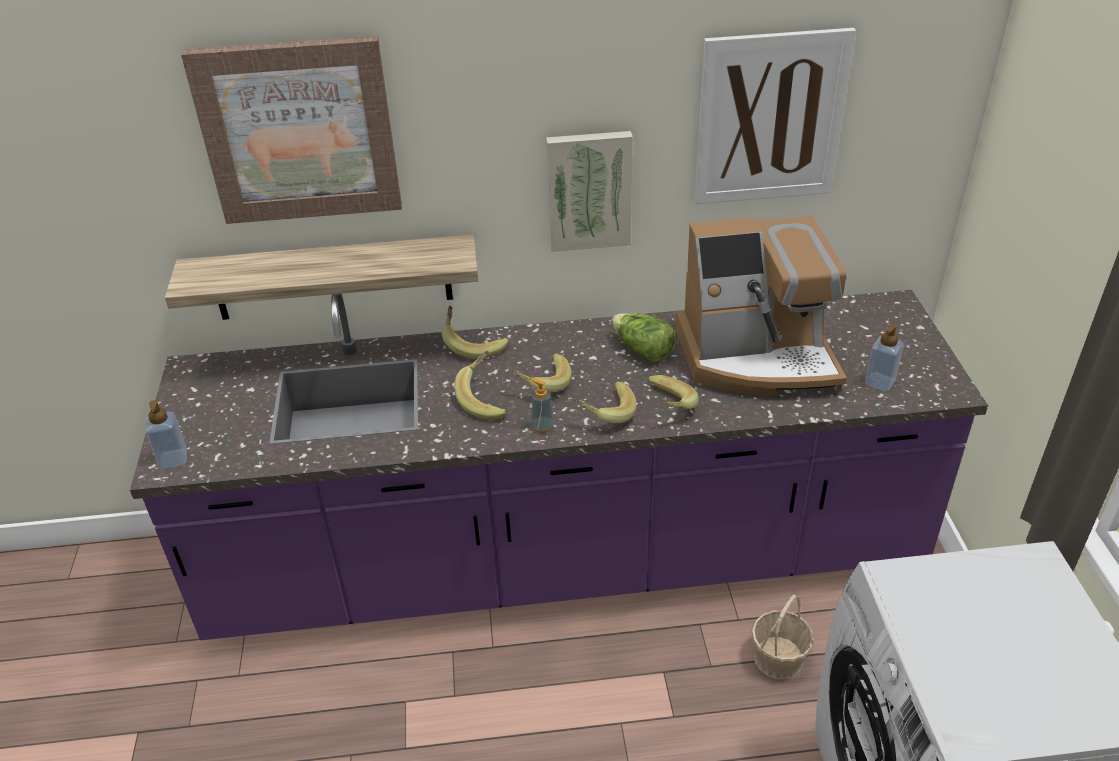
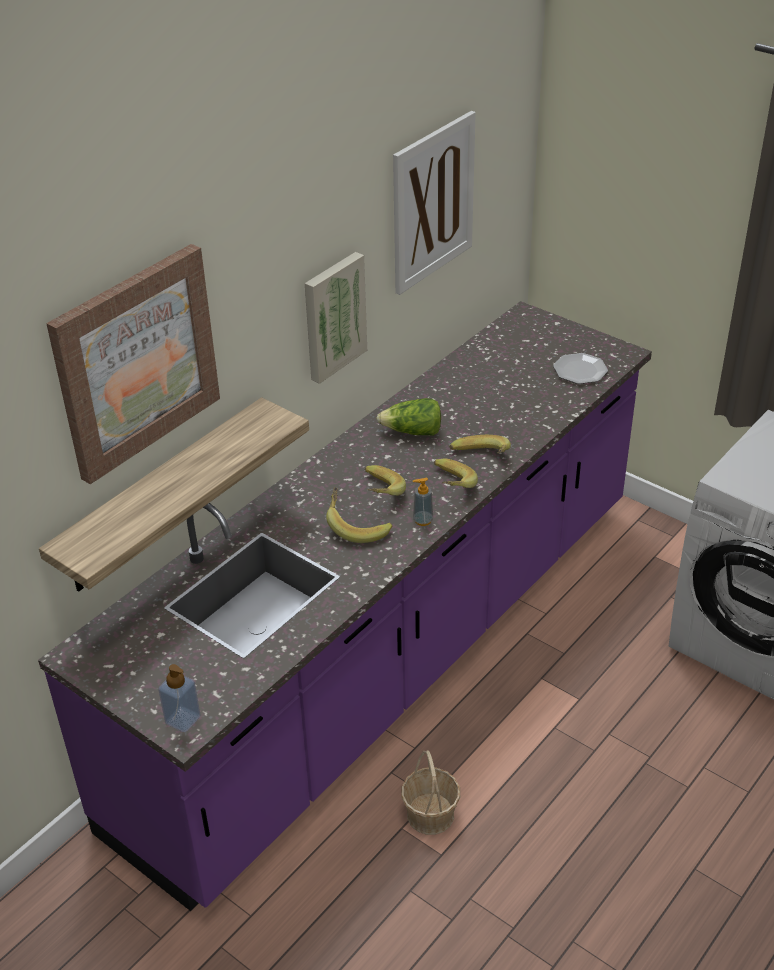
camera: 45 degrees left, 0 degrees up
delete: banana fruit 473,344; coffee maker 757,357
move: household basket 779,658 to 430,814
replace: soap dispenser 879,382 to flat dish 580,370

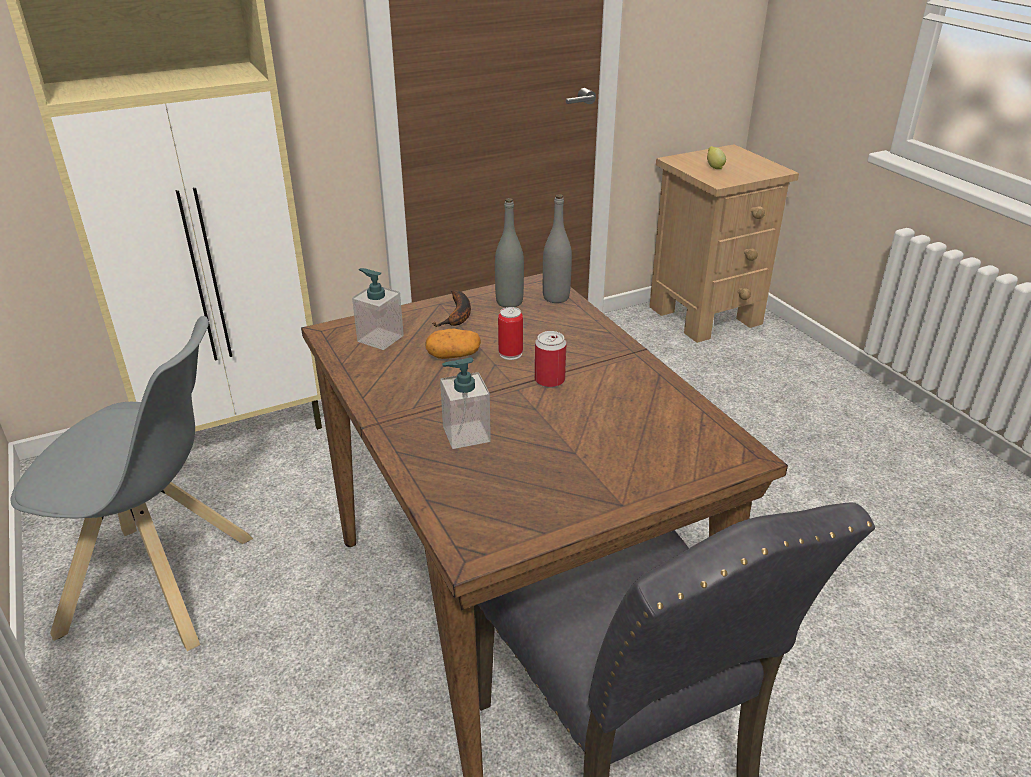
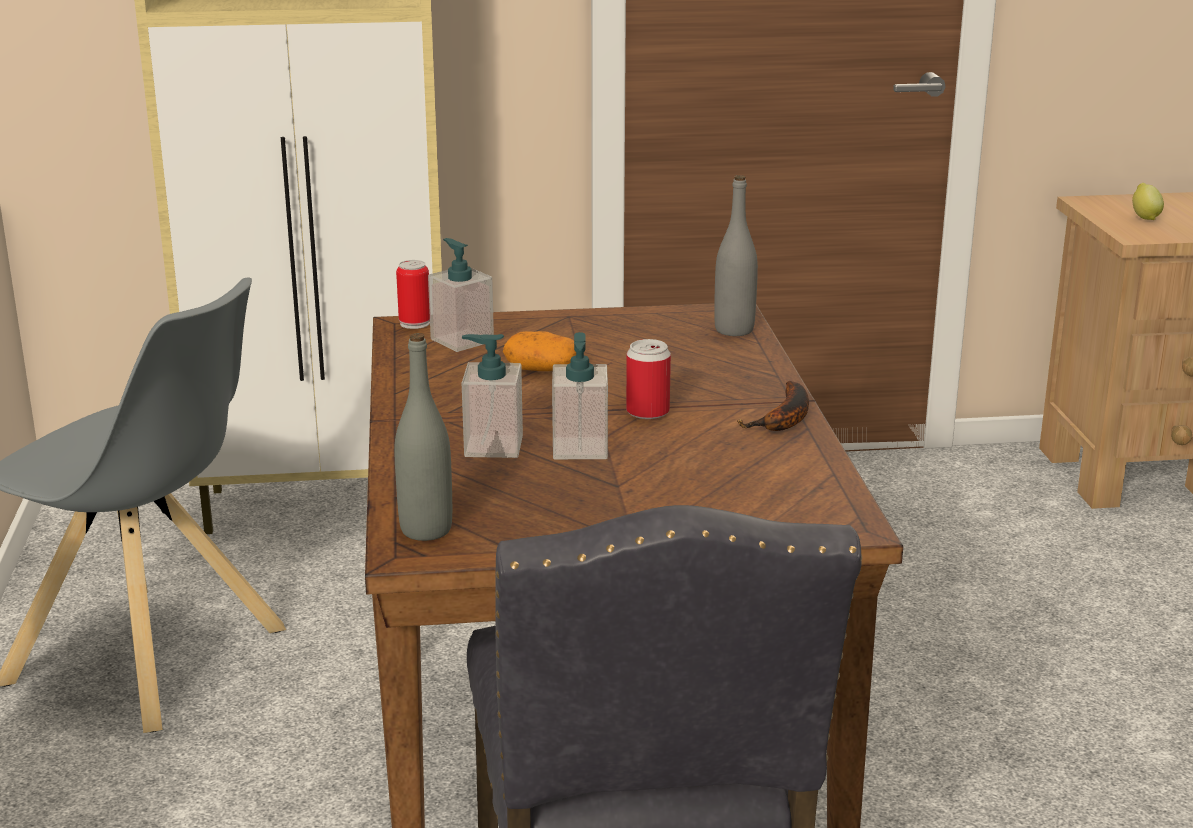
camera: 20 degrees right, 10 degrees down
insert: soap dispenser 580,448
move: greyish bottle 509,302 to 426,530; sealed can 510,353 to 415,323; banana fruit 458,316 to 785,419

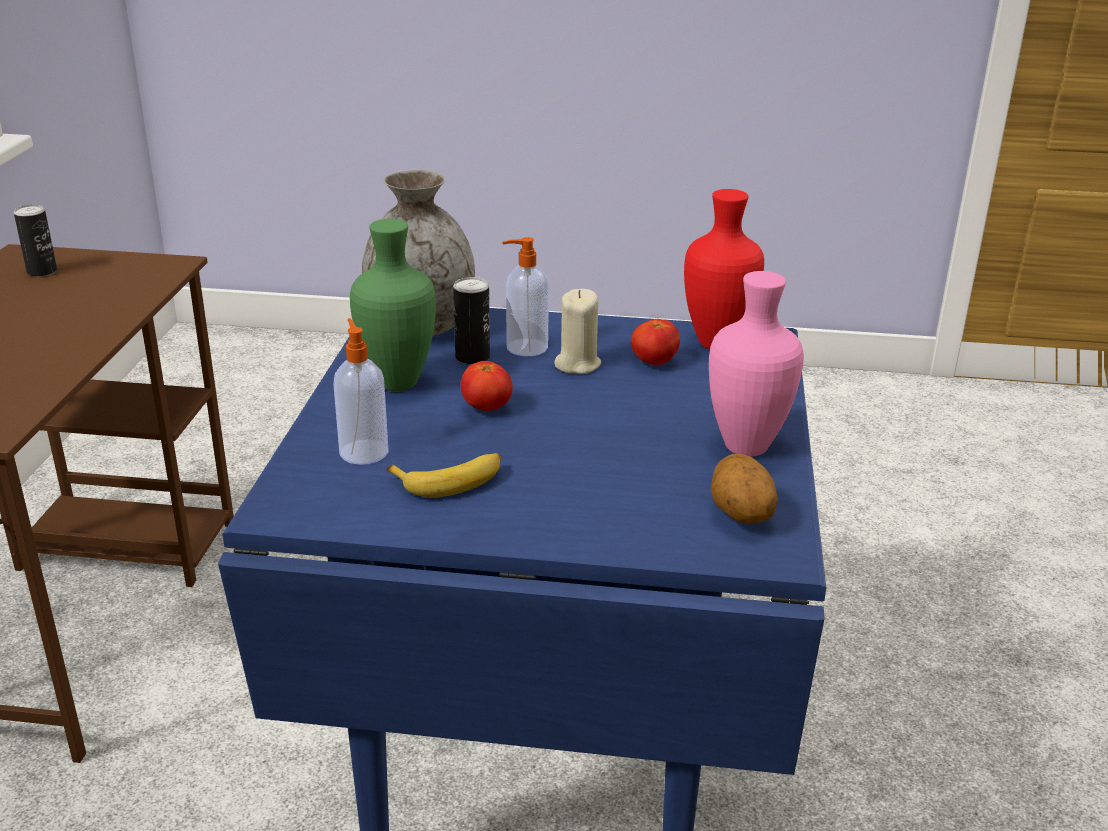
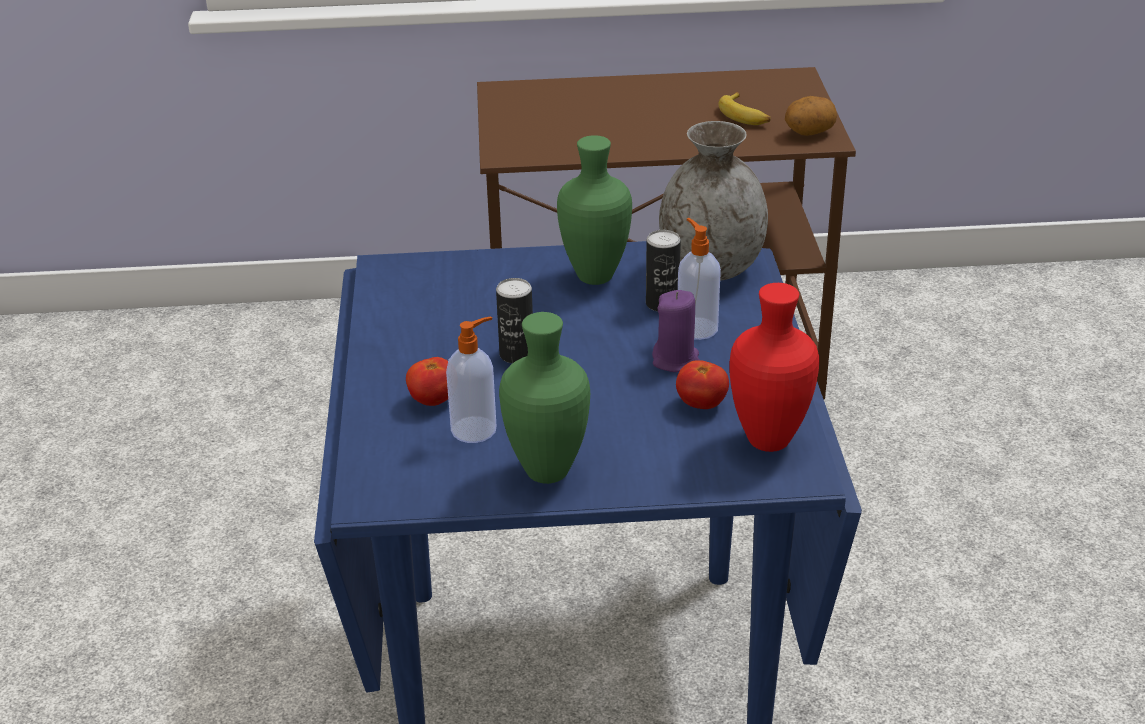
camera: 80 degrees right, 5 degrees up
move: tomato 486,408 to 433,401; soap dispenser 363,451 to 475,429; sealed can 42,271 to 516,354; banana fruit 450,480 to 745,116; spud 740,516 to 809,133
recolor: pink-coloured vase 745,445 to green vase 550,471; beige candle 577,364 to purple-coloured candle 676,360

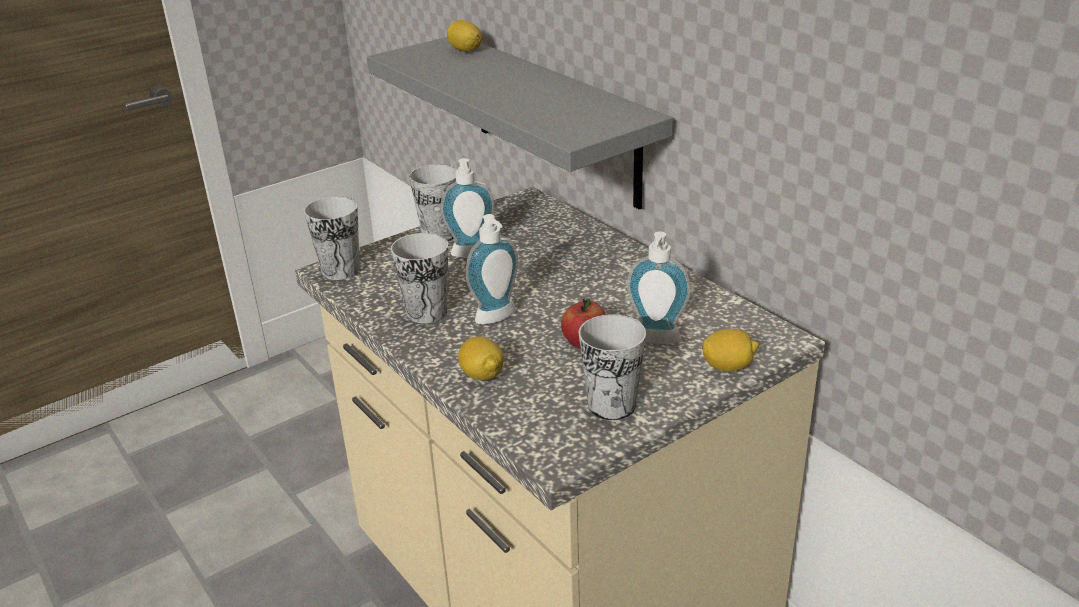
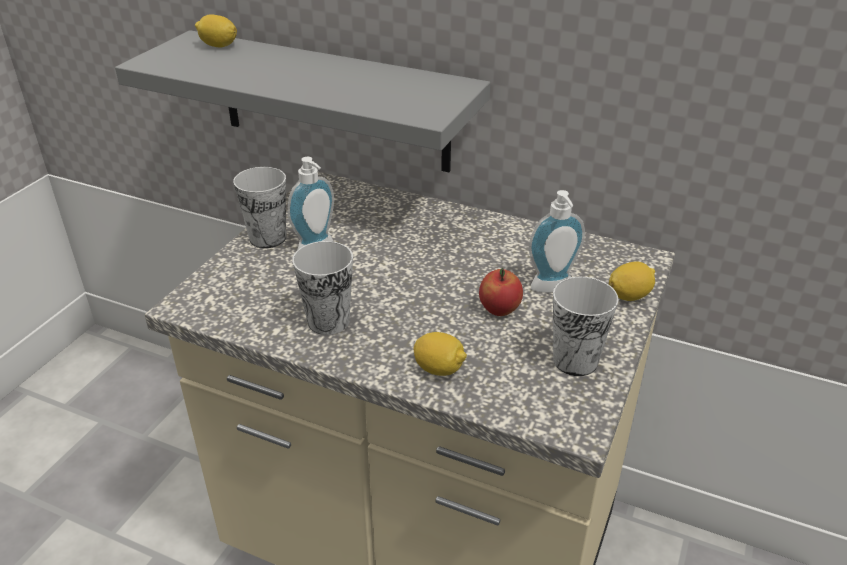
camera: 30 degrees left, 5 degrees up
delete: cup 340,270; soap dispenser 498,318

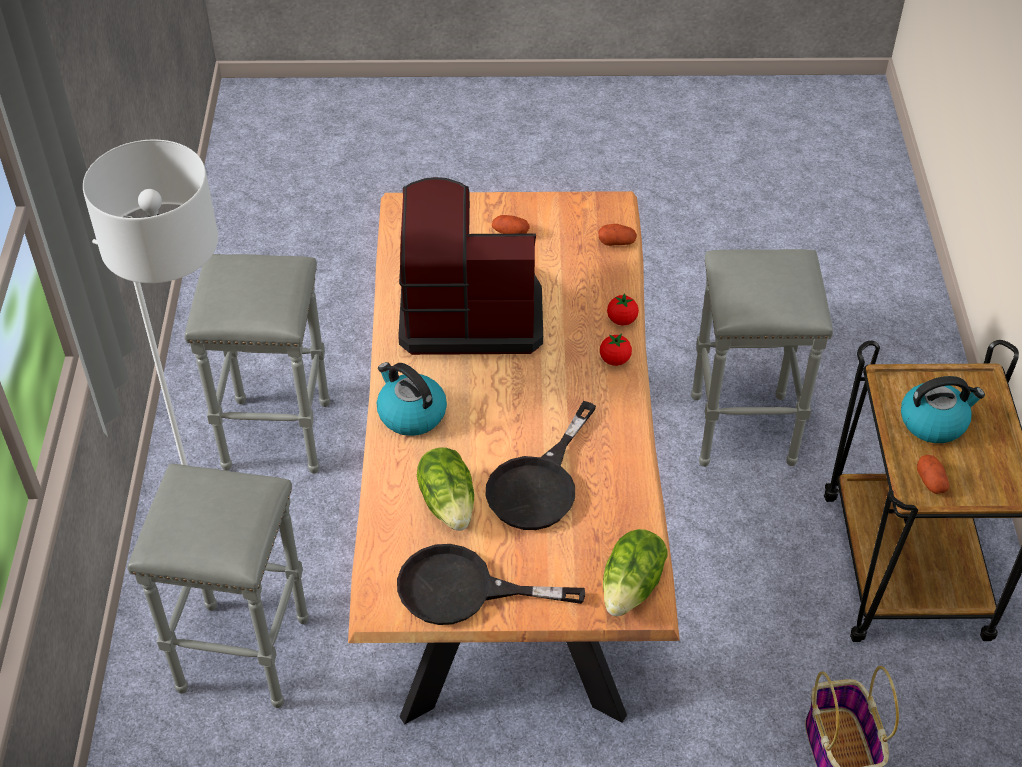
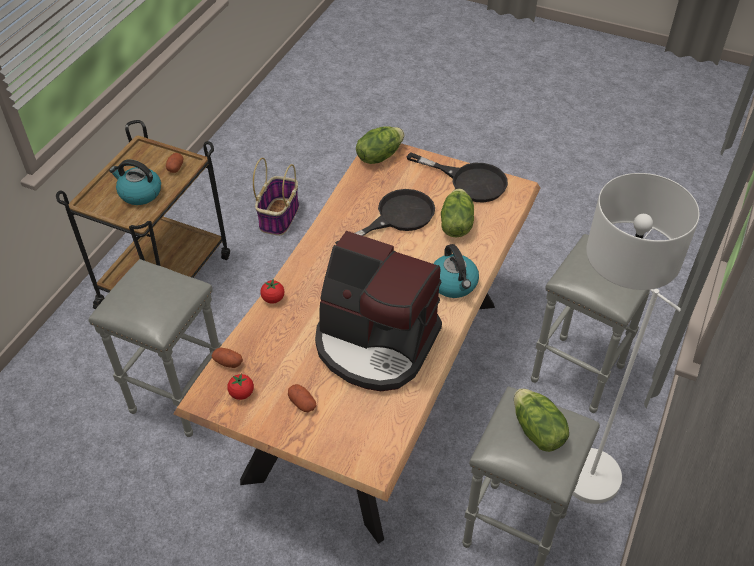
camera: 155 degrees left, 0 degrees up
insert: head of lettuce 536,431
move: tomato 614,360 to 241,393

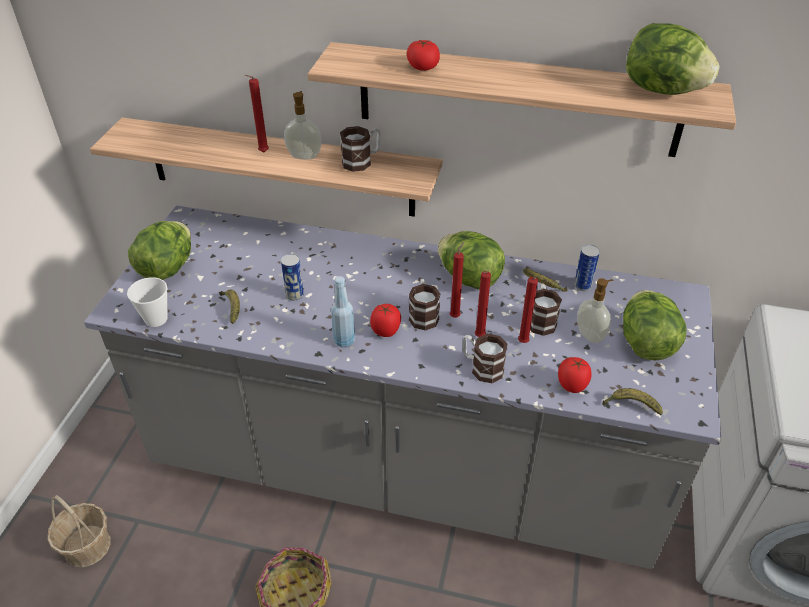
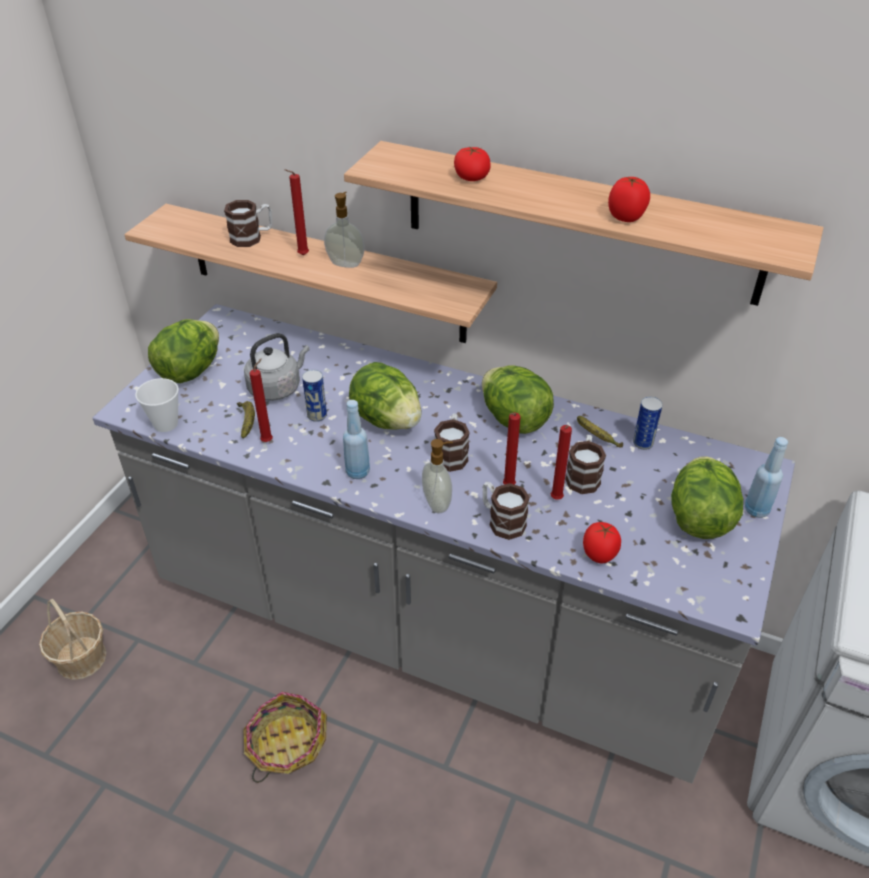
camera: 10 degrees right, 0 degrees up
delete: banana fruit 631,406
insert: greyish water kettle 277,388; blue-coloured bottle 756,510
move: coffee mug 362,161 to 252,237; red-coloured candle 455,316 to 268,440; head of lettuce 662,90 to 386,420; soap dispenser 590,335 to 438,503; tomato 386,331 to 626,217

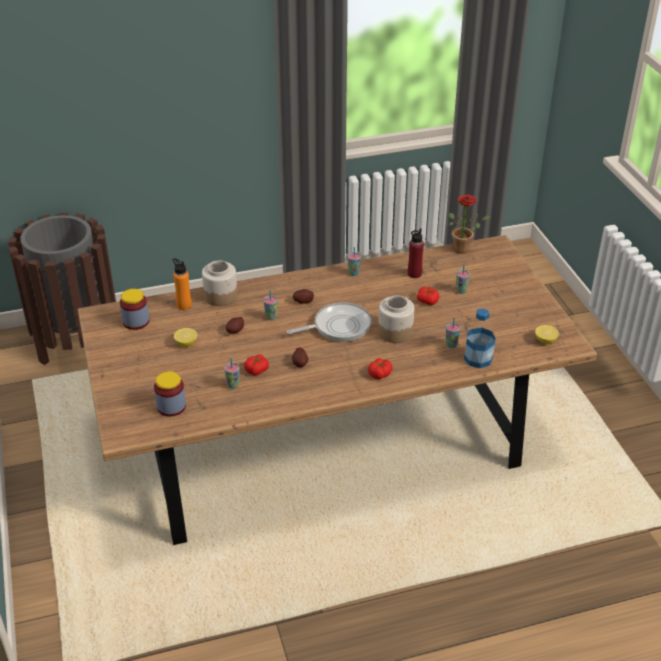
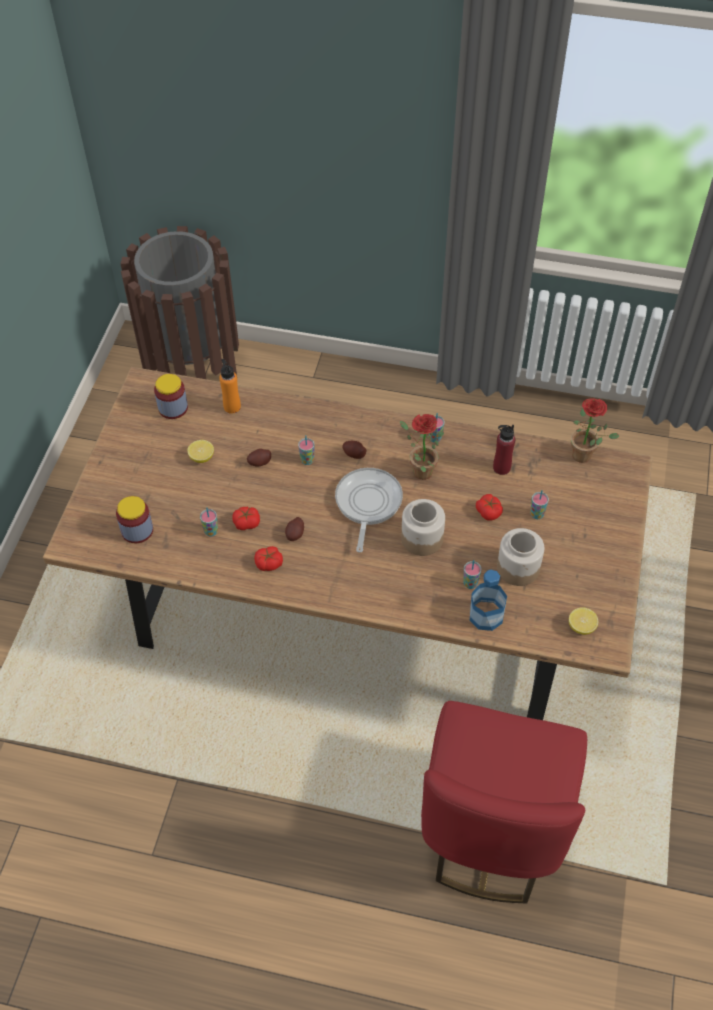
camera: 30 degrees right, 15 degrees up
insert: plant in a pot 418,471; red-coloured plain chair 491,828
move: tomato 380,374 to 269,563; preserve jar 221,296 to 518,568
rotate: pan 338,326 = 367,504 90 degrees counterclockwise

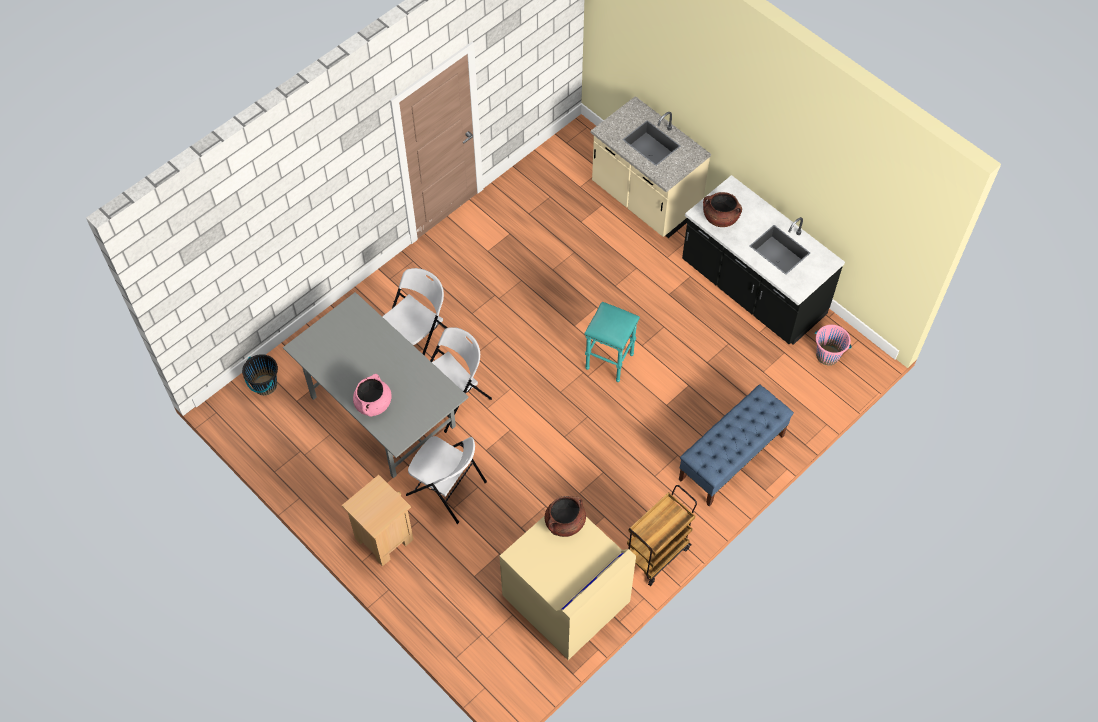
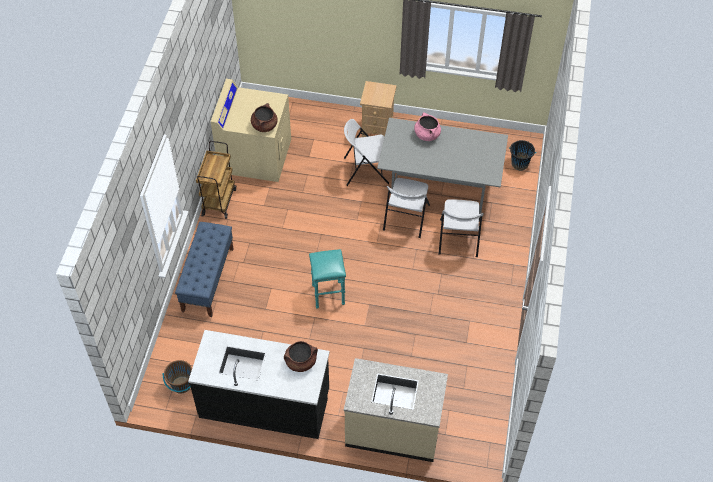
camera: 145 degrees right, 5 degrees down
recolor: pink-coloured water bucket 828,355 to brown-coloured water bucket 181,385

